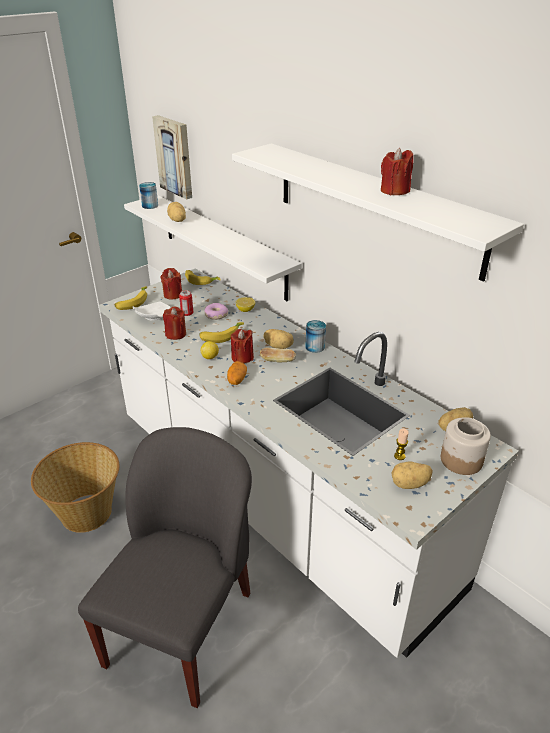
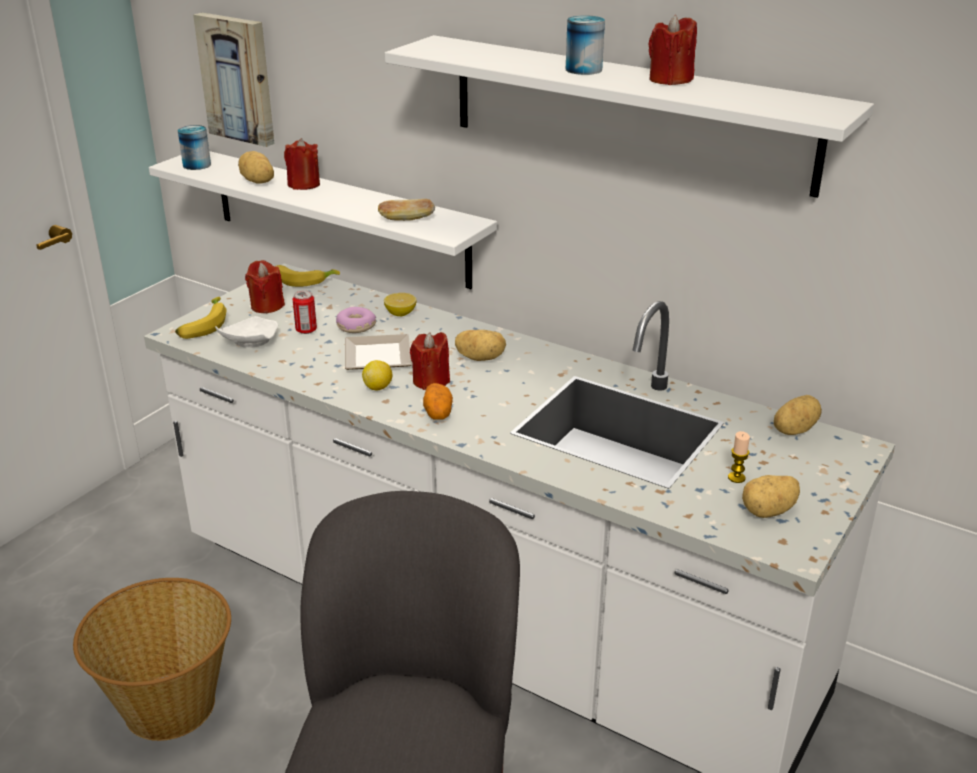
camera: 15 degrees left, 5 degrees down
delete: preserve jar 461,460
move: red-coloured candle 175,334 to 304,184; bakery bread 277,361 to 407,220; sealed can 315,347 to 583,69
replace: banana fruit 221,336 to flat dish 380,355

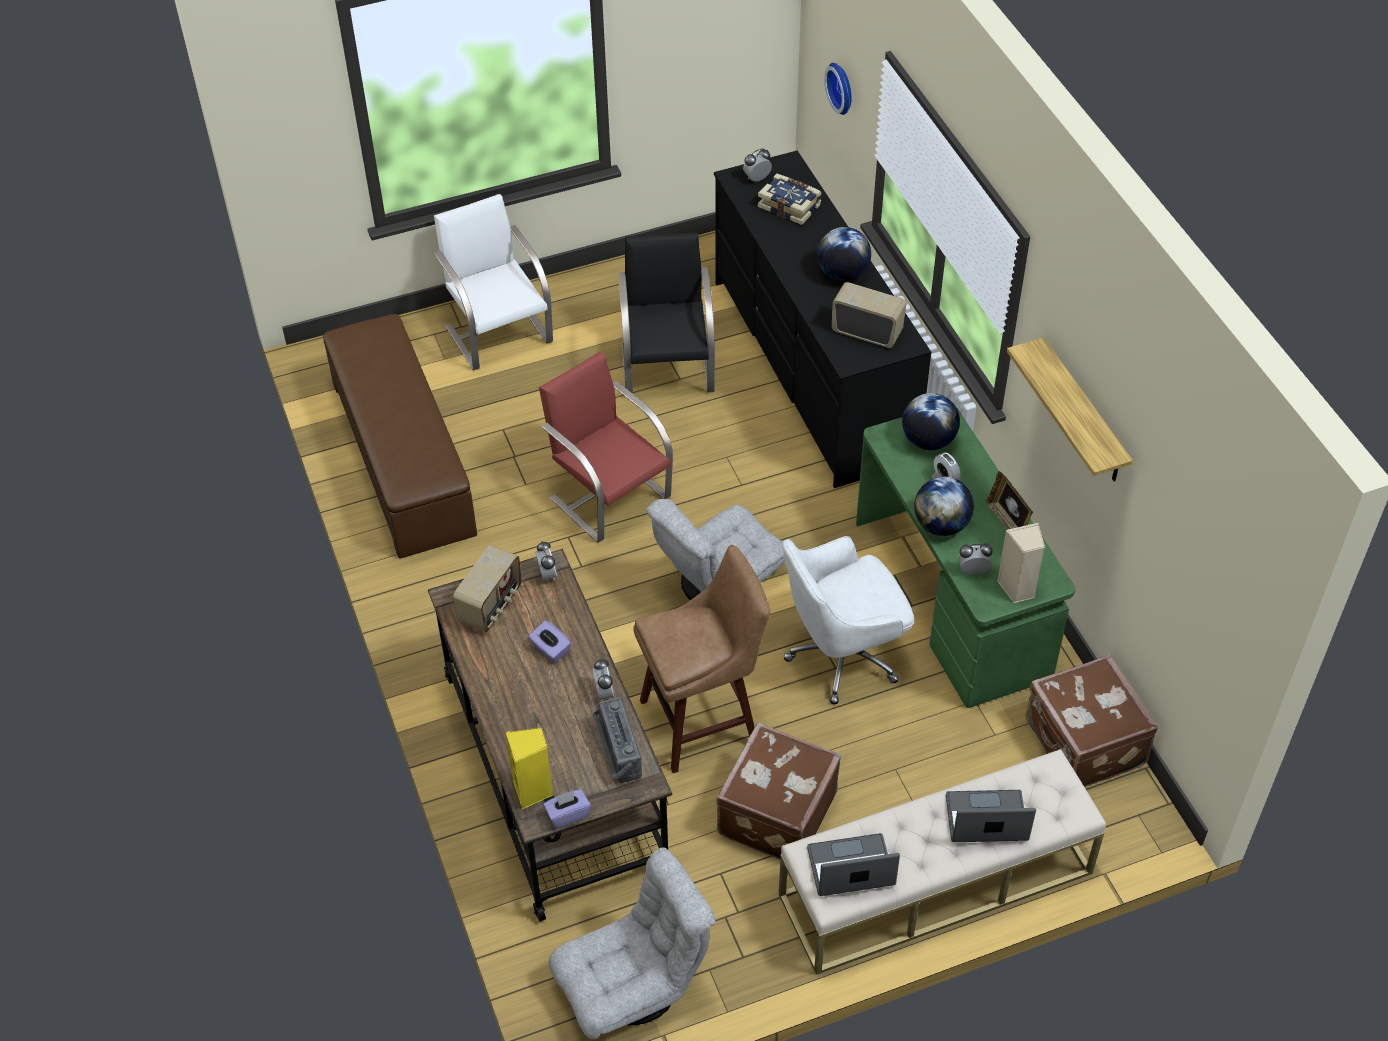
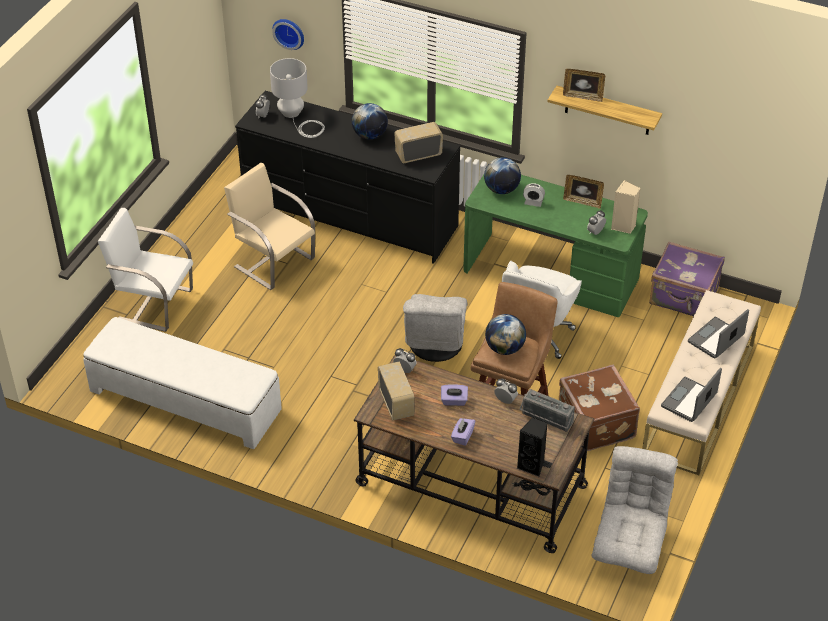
camera: 45 degrees left, 5 degrees down
delete: red-coloured plain chair 609,496
insert: photo frame 583,96
move: purple-coloured box of tissues 567,814 to 462,436; desk globe 941,525 to 504,348
replace: bound book 790,206 to greyish tabletop lamp 298,119
recolor: brown-coloured bench 401,456 to white-coloured bench 184,400; black-coloured plain chair 668,368 to beige plain chair 273,262; yellow loudspeaker 533,791 to black-coloured loudspeaker 532,465; brown-coloured suitcase 1082,744 to purple-coloured suitcase 683,297

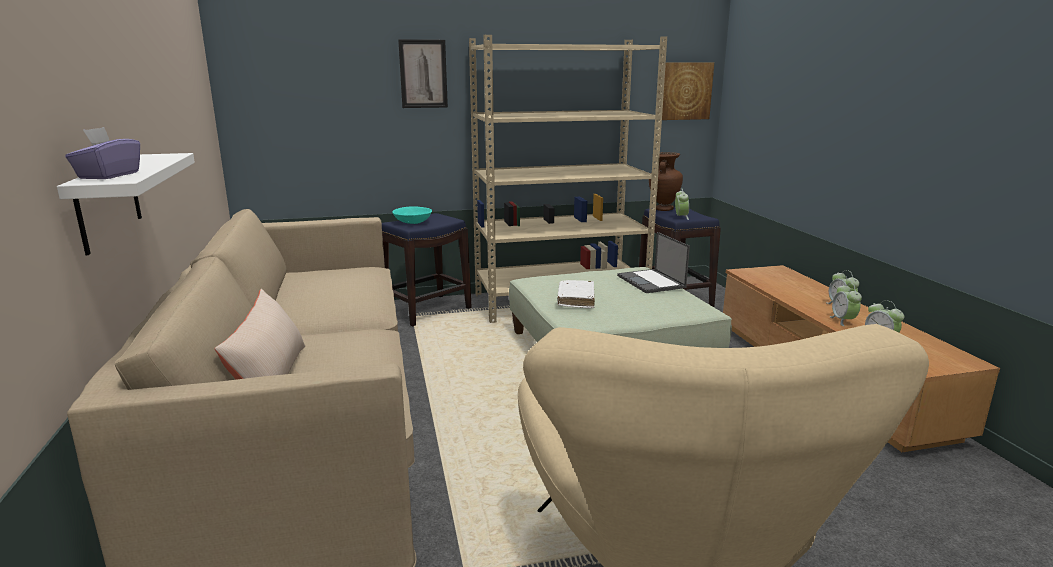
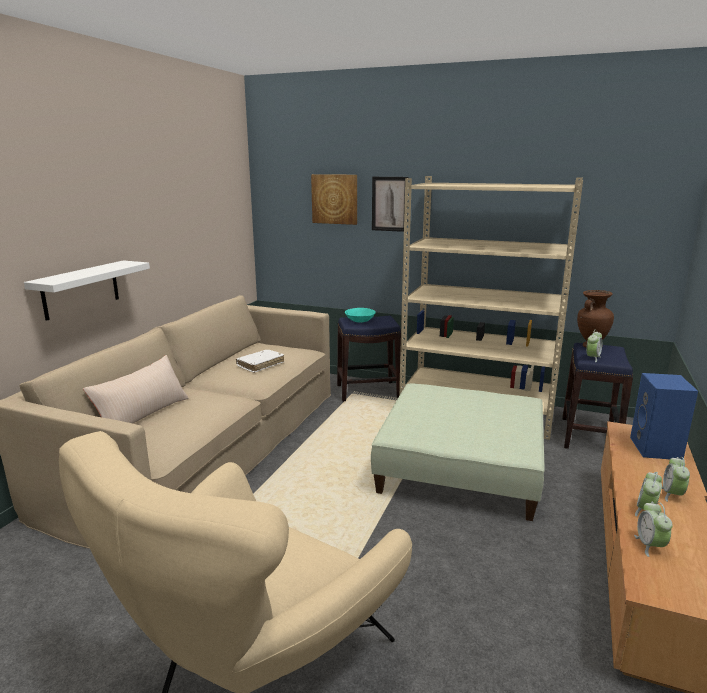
camera: 35 degrees right, 0 degrees up
delete: purple-coloured box of tissues 108,175; portable computer 651,282
insert: blue-coloured loudspeaker 657,449
move: white-coloured bound book 576,299 to 260,365; picture 684,91 to 335,199

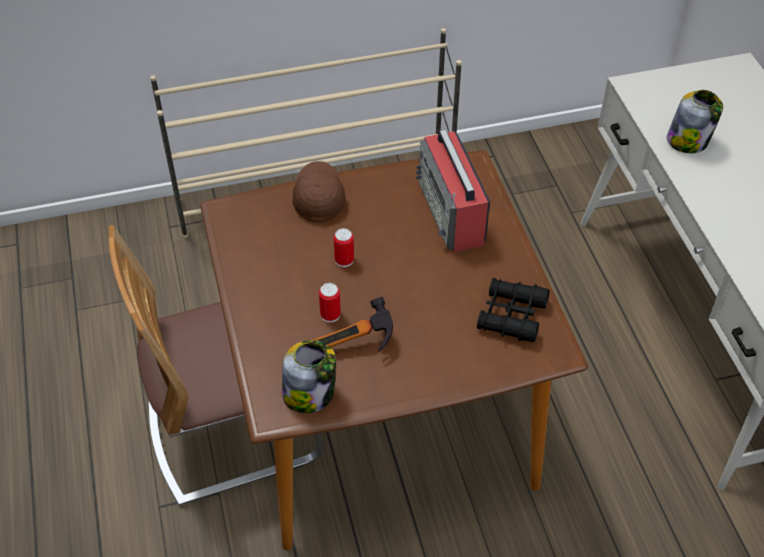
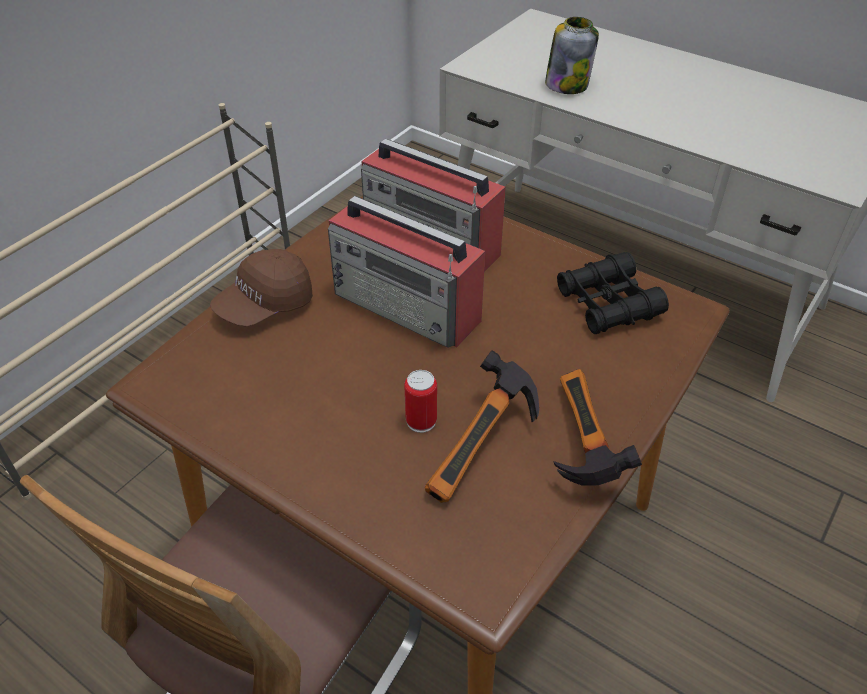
camera: 40 degrees left, 5 degrees down
delete: preserve jar 309,393; sealed can 344,260
insert: radio 408,307; tool hammer 575,442
rotate: brown-coloured baseball cap 318,197 = 265,305 90 degrees counterclockwise

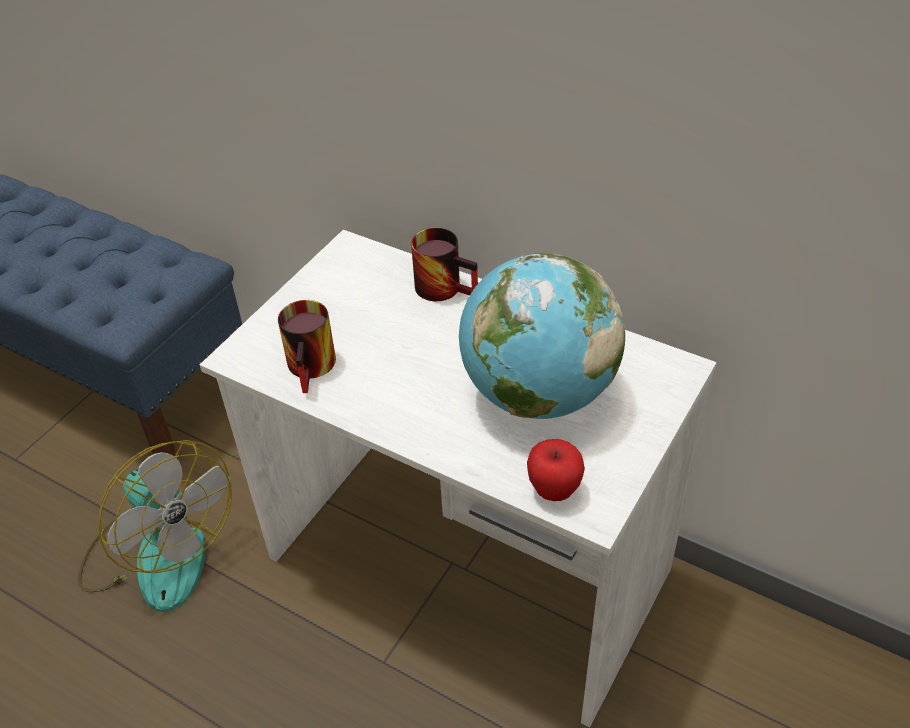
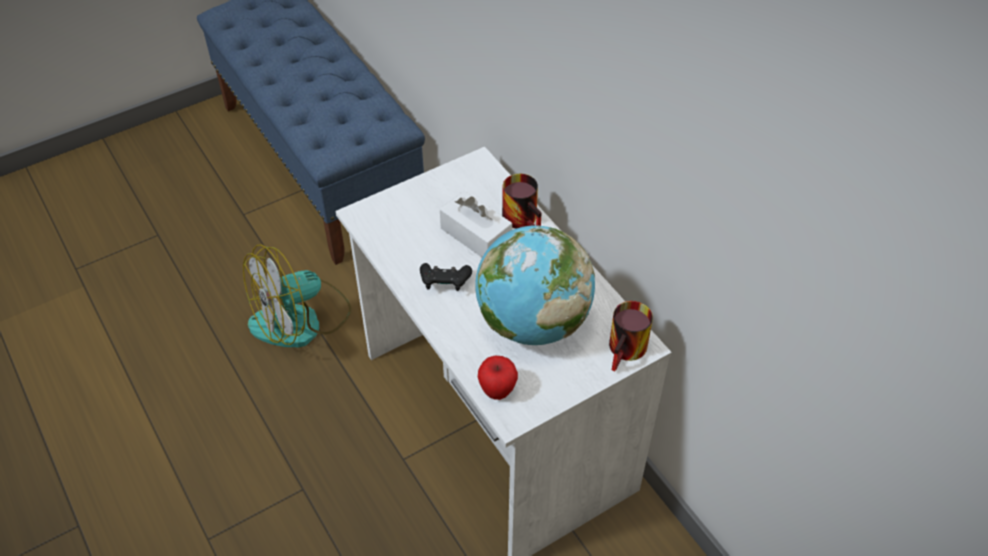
camera: 25 degrees right, 5 degrees up
insert: black-coloured gamepad 445,283; white-coloured box of tissues 476,235
move: coffee mug 315,367 to 628,351
rotate: cooling fan 159,552 = 301,320 75 degrees clockwise

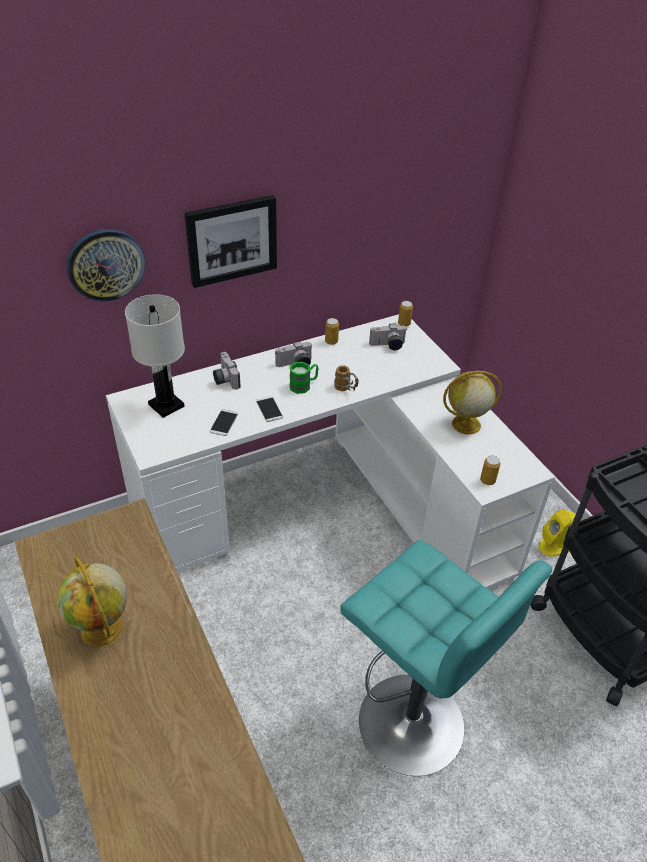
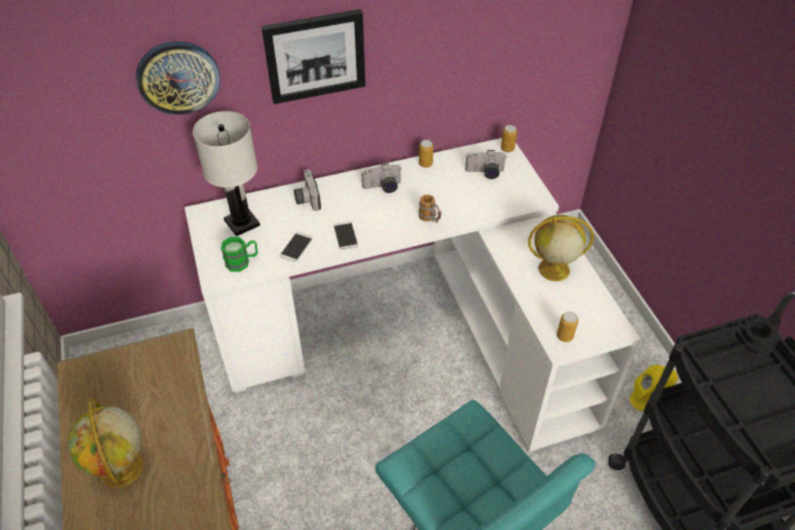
camera: 10 degrees right, 5 degrees up
move: green coffee mug 304,385 to 242,261

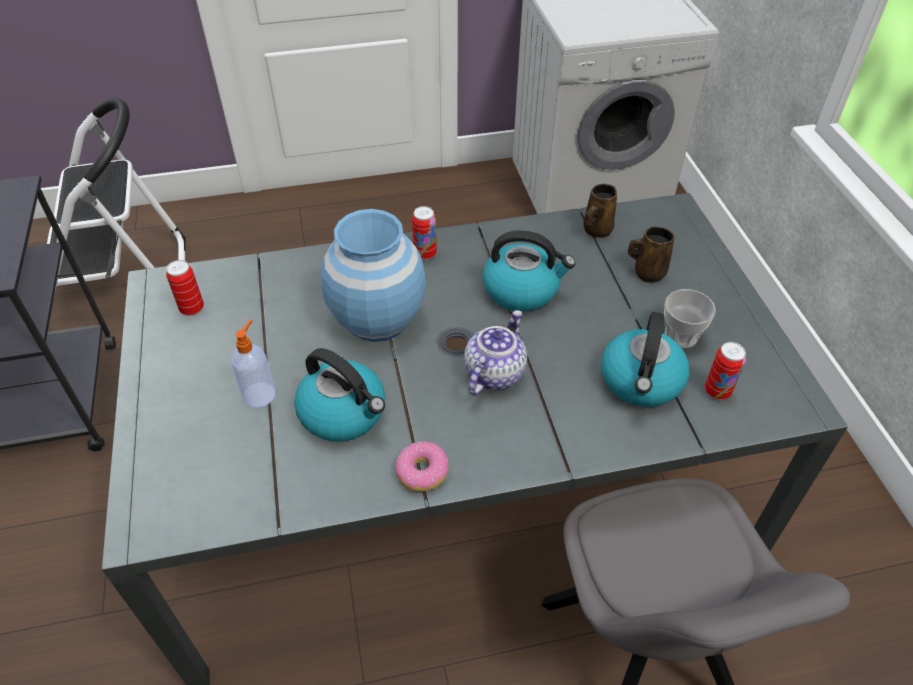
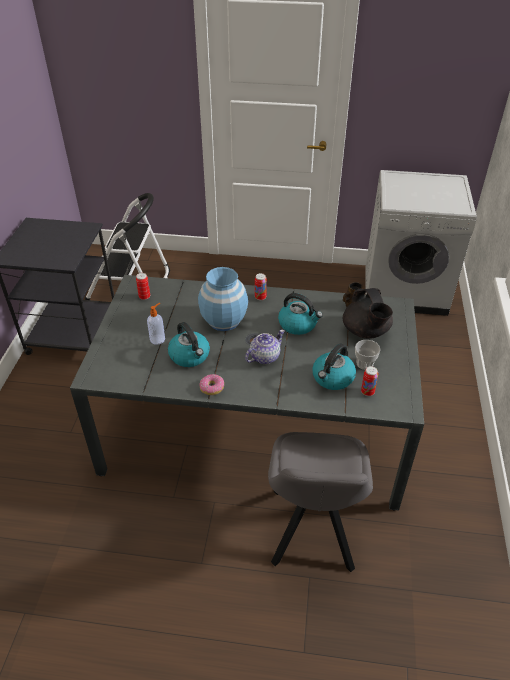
camera: 20 degrees right, 5 degrees down
replace: brown-coloured coffee mug 647,272 to black-coloured pot for tea 366,331

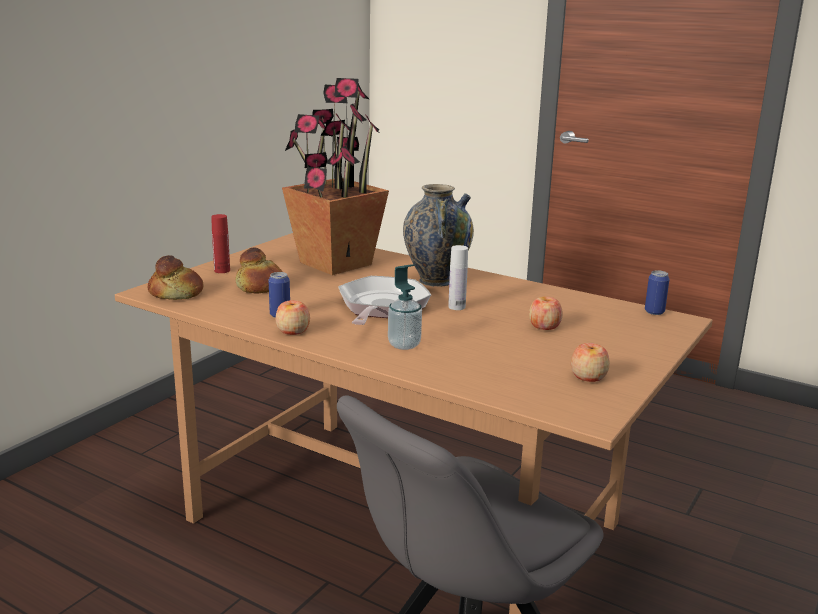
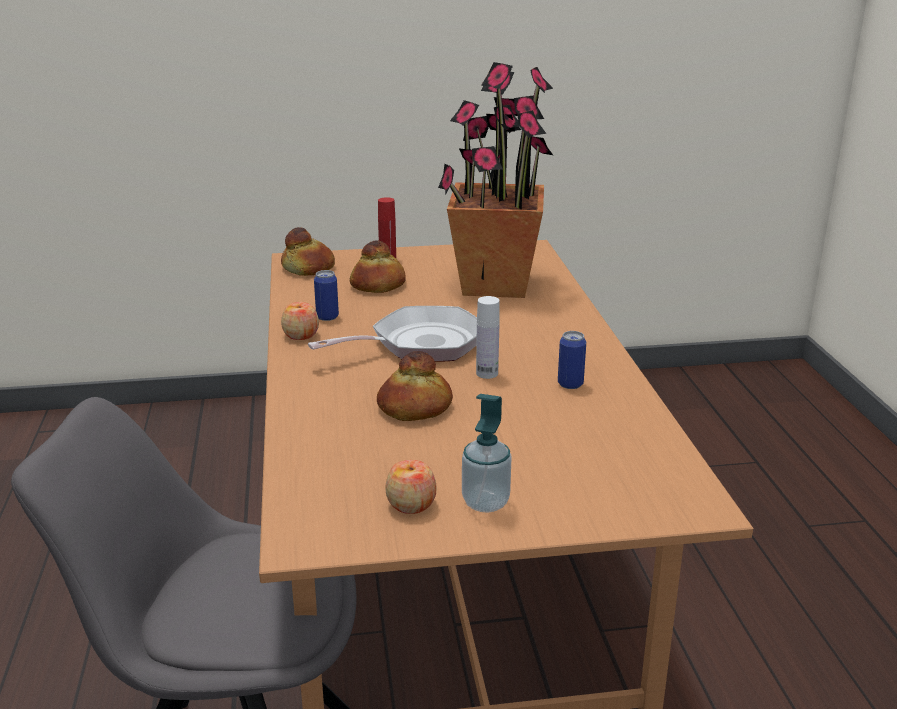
camera: 50 degrees right, 5 degrees up
delete: vase 436,280; apple fruit 544,326
insert: bakery bread 415,407
move: soap dispenser 404,345 to 485,502; sealed can 654,312 to 570,384

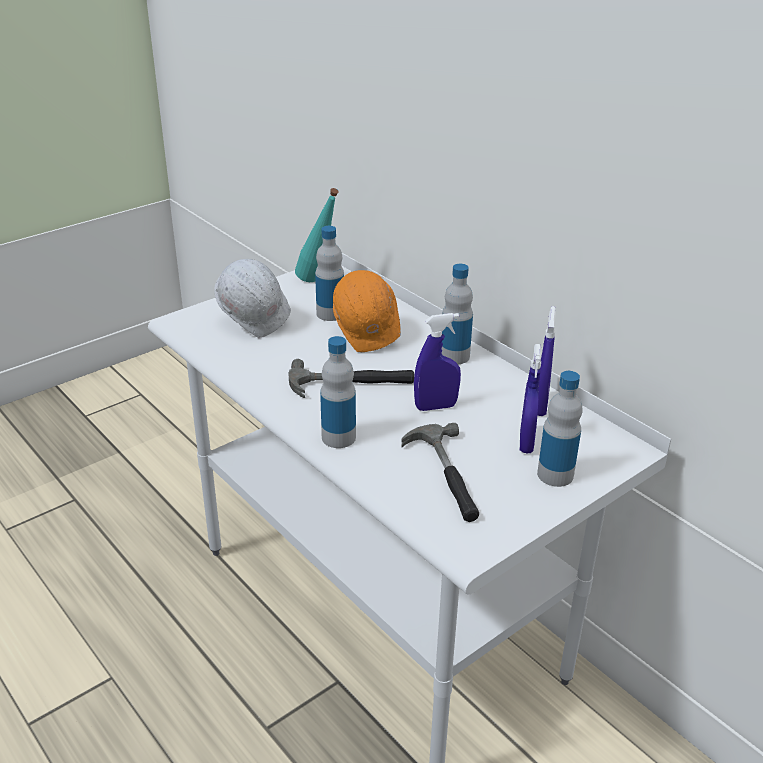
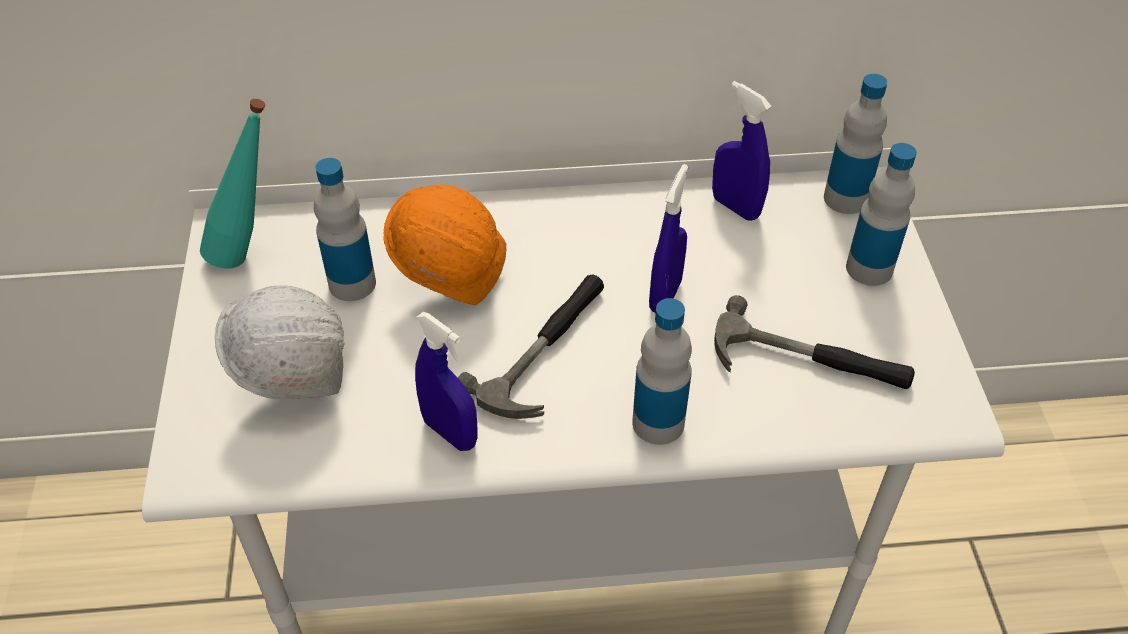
camera: 55 degrees left, 15 degrees up
move: blue-coloured hand sprayer 526,443 to 450,433; bottle 454,356 to 845,198

